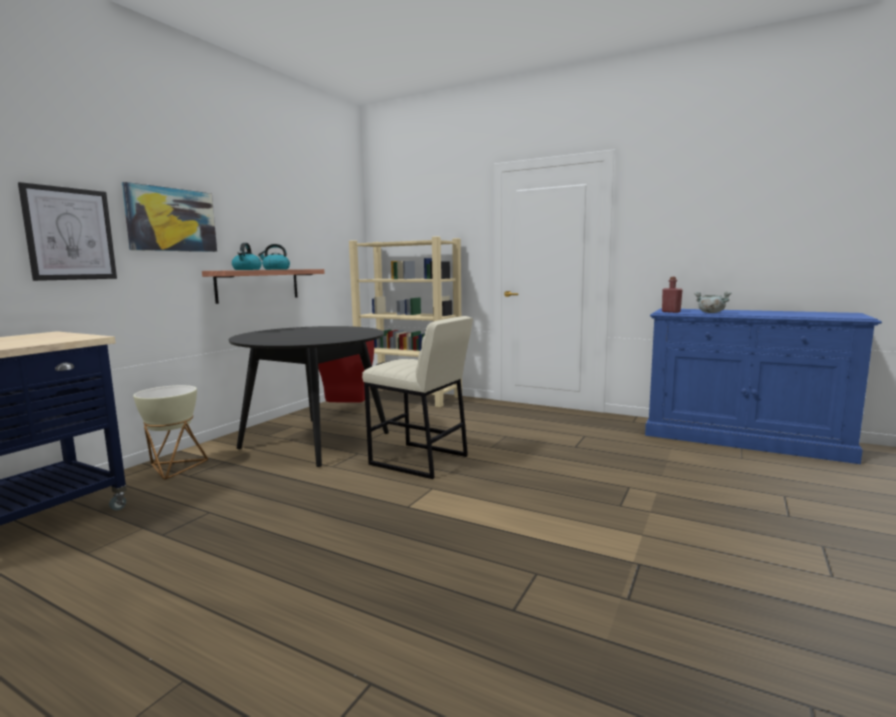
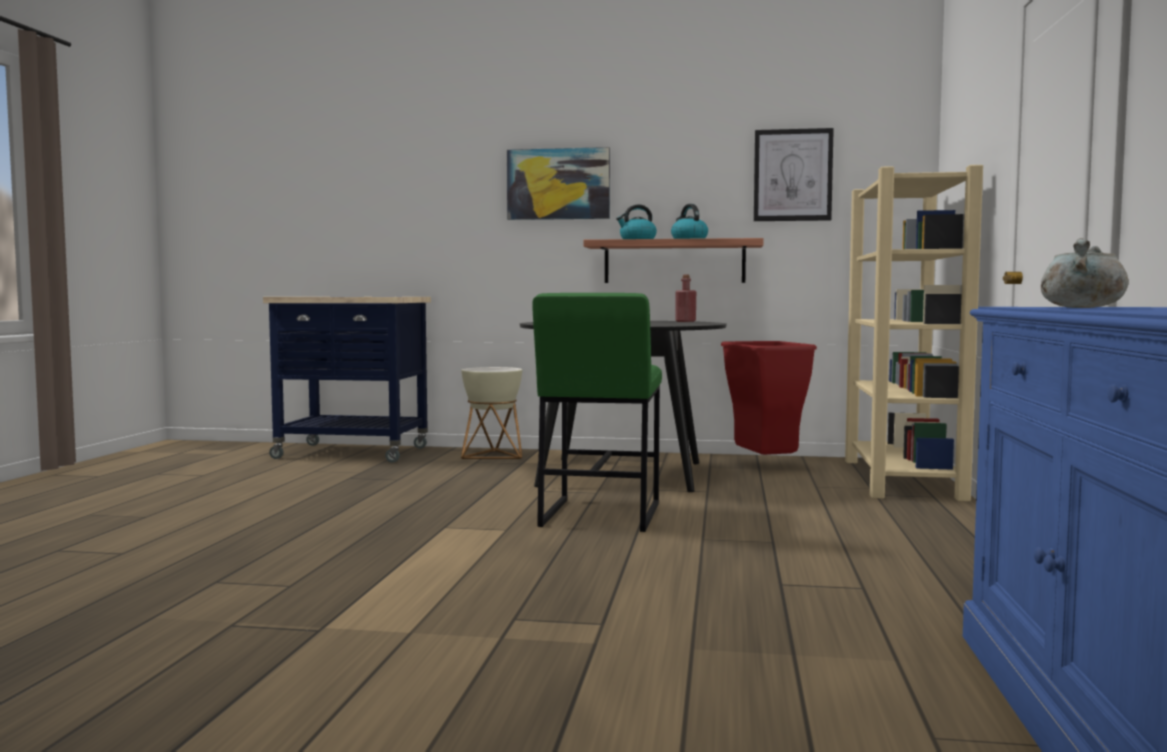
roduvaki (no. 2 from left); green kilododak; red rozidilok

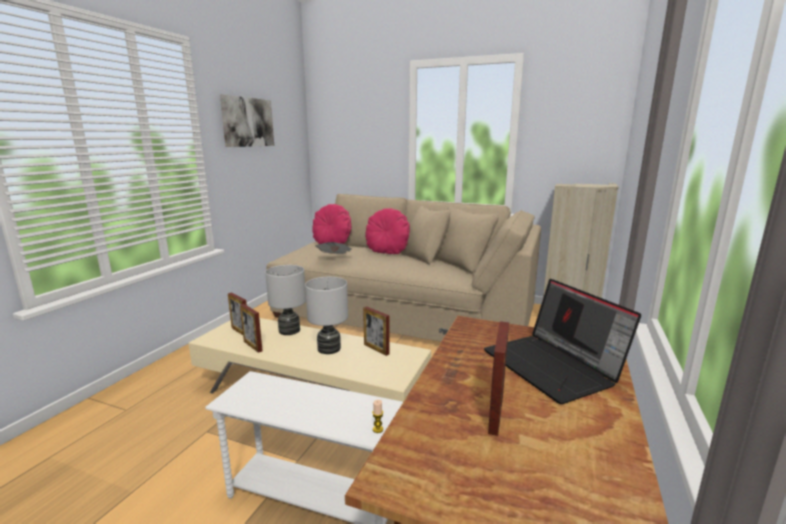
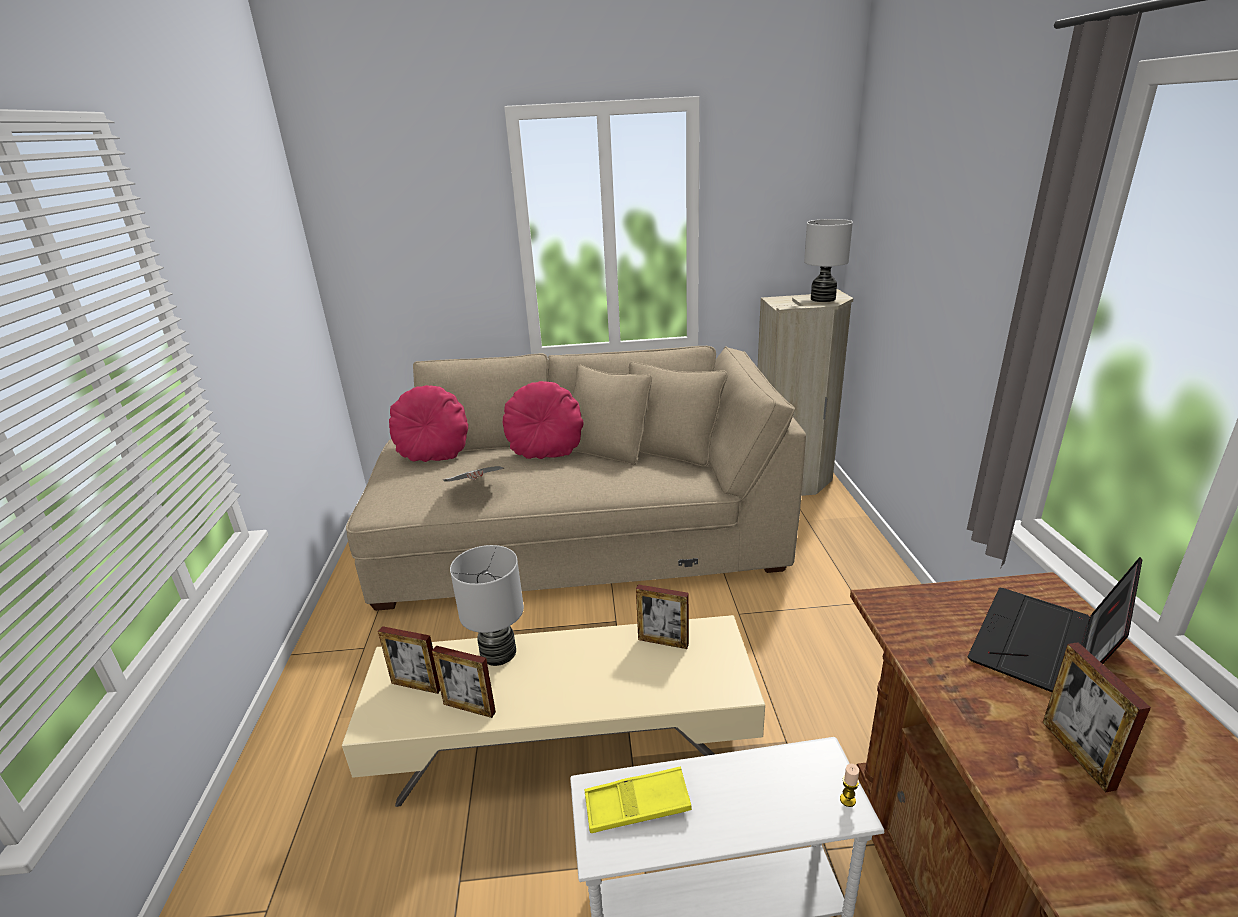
roduvaki; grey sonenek (no. 2 from left); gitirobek; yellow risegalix

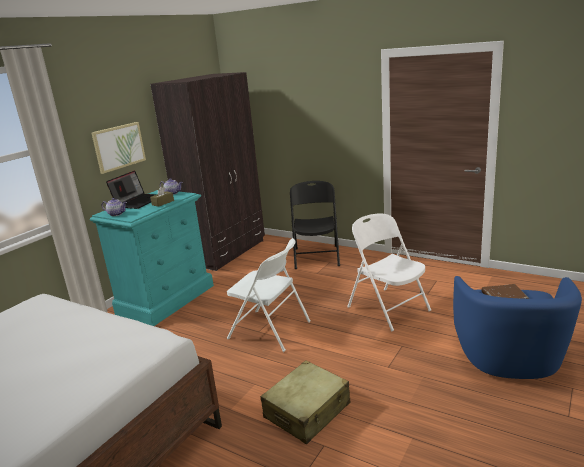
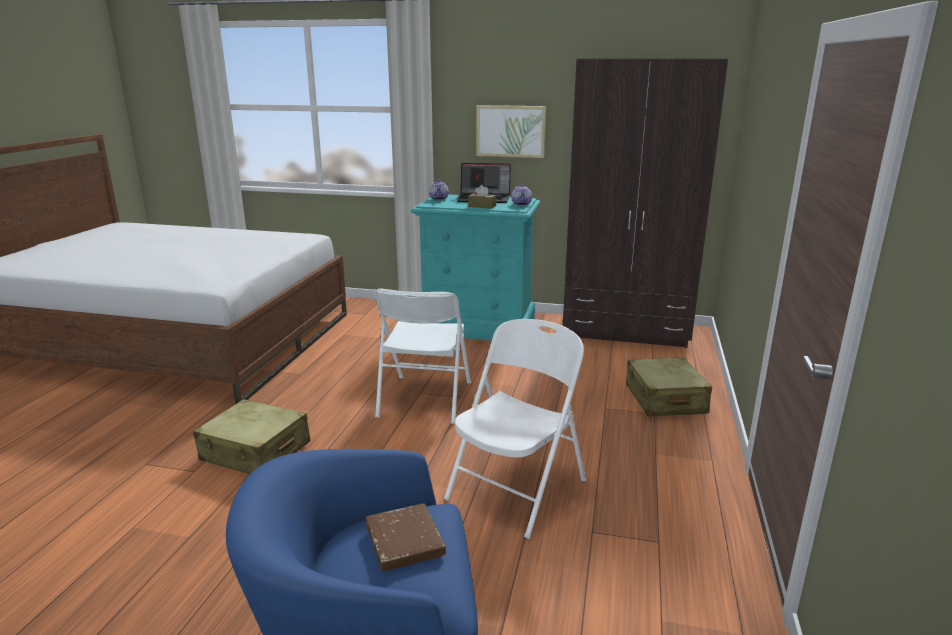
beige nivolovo (no. 2 from left)

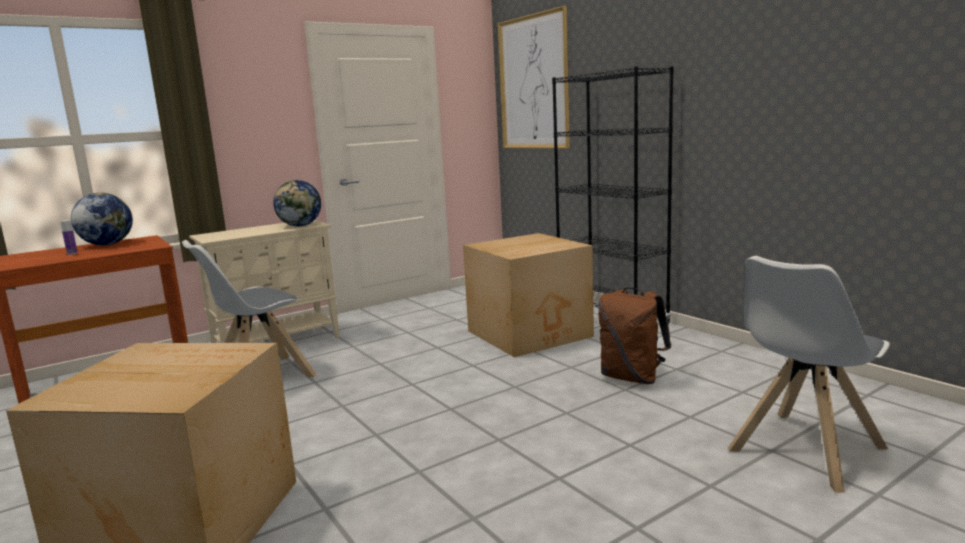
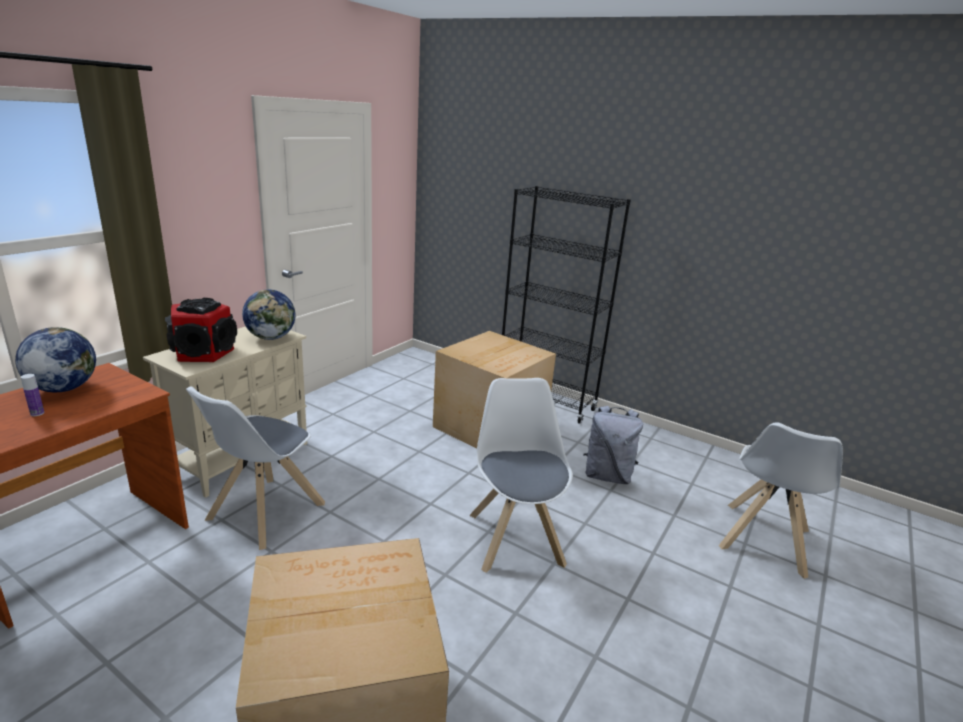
roduvaki; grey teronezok; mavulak; kilododak (no. 2 from left)

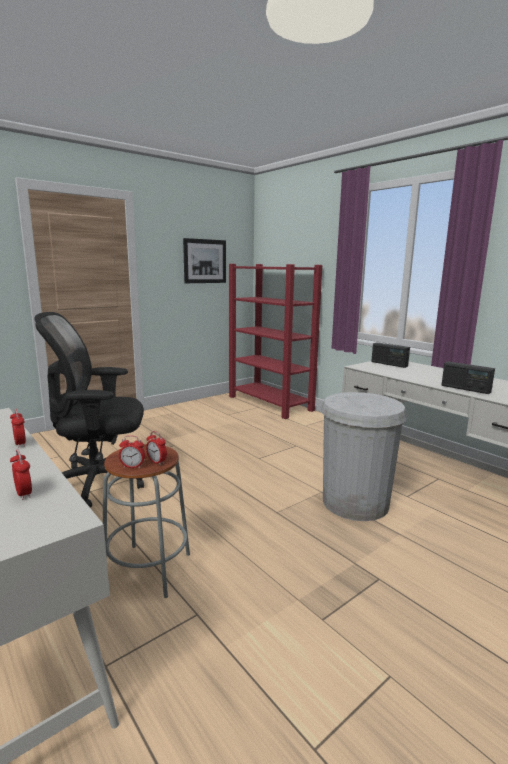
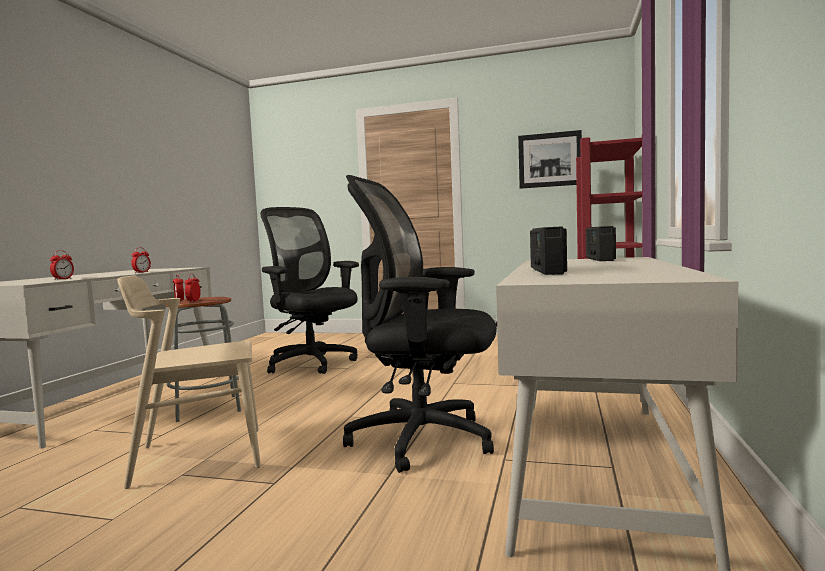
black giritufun (no. 2 from left); beige kilododak

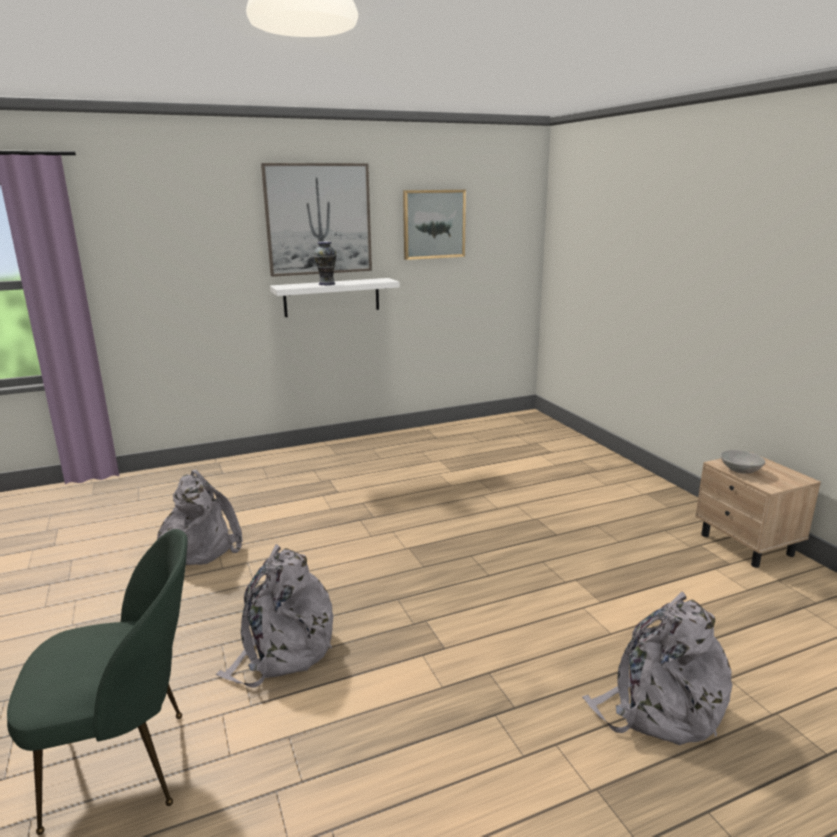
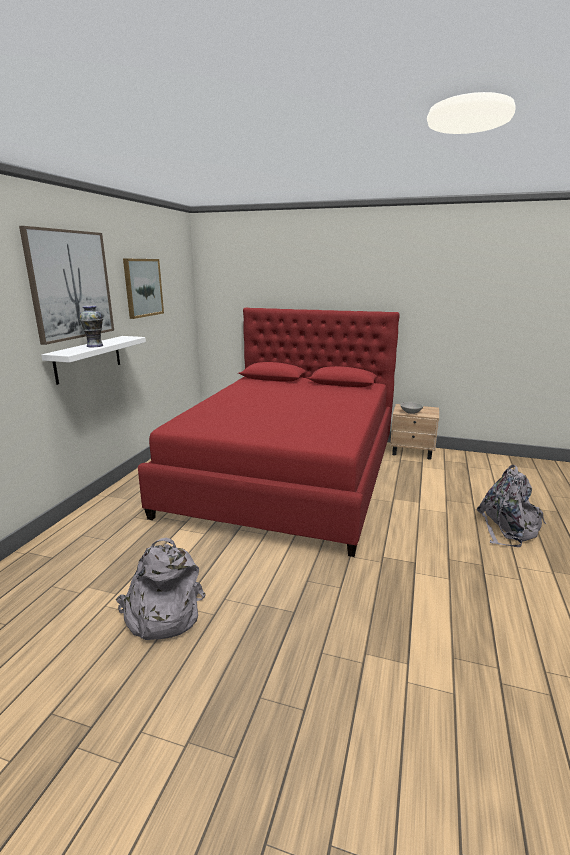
green kilododak; grey teronezok (no. 2 from left in the first image); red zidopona

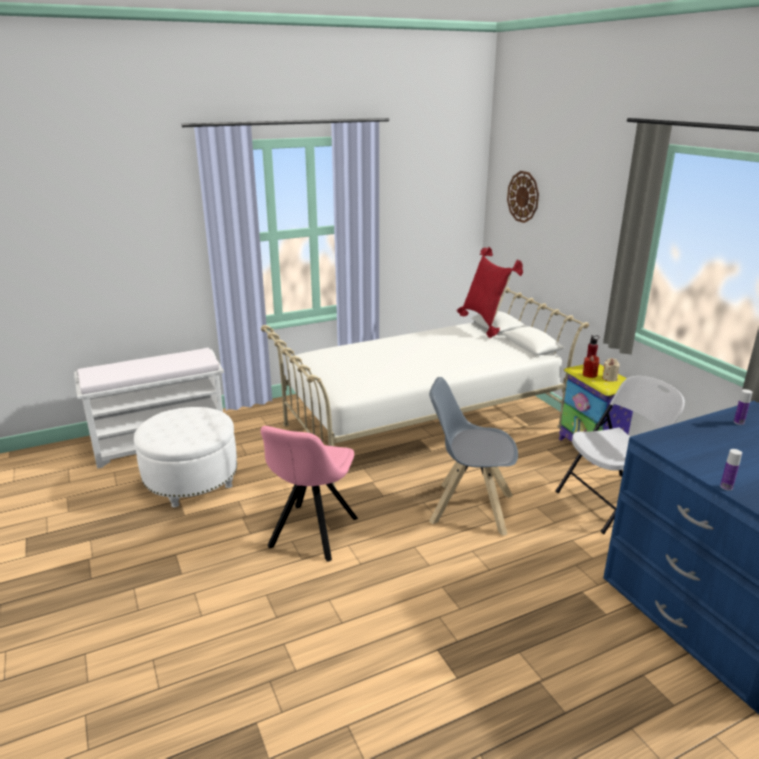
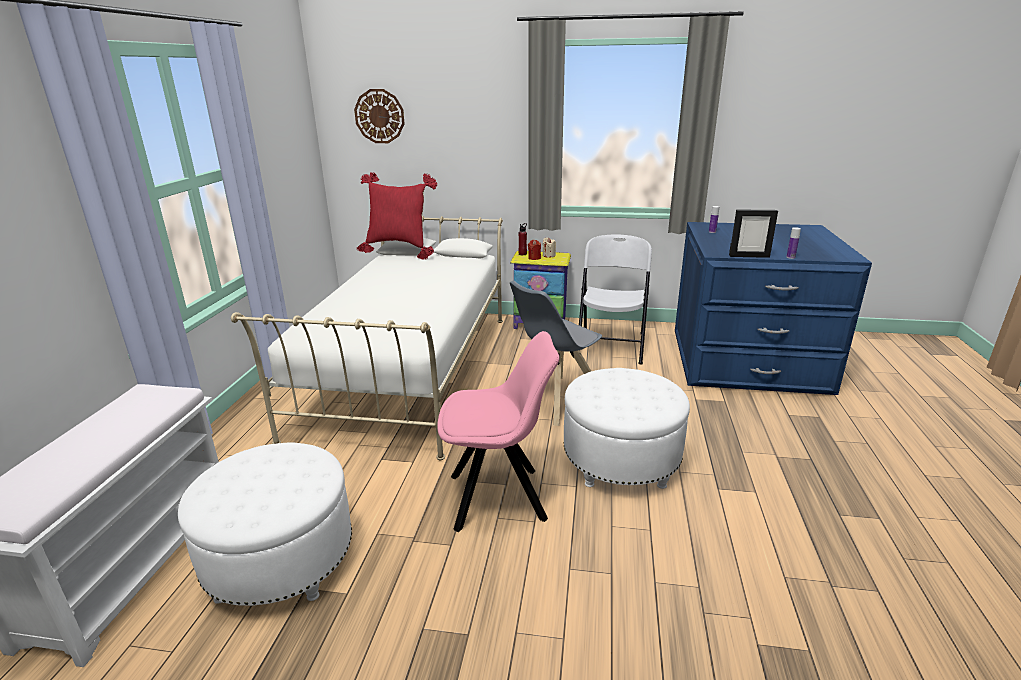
pink kilododak; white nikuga (no. 2 from left); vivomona

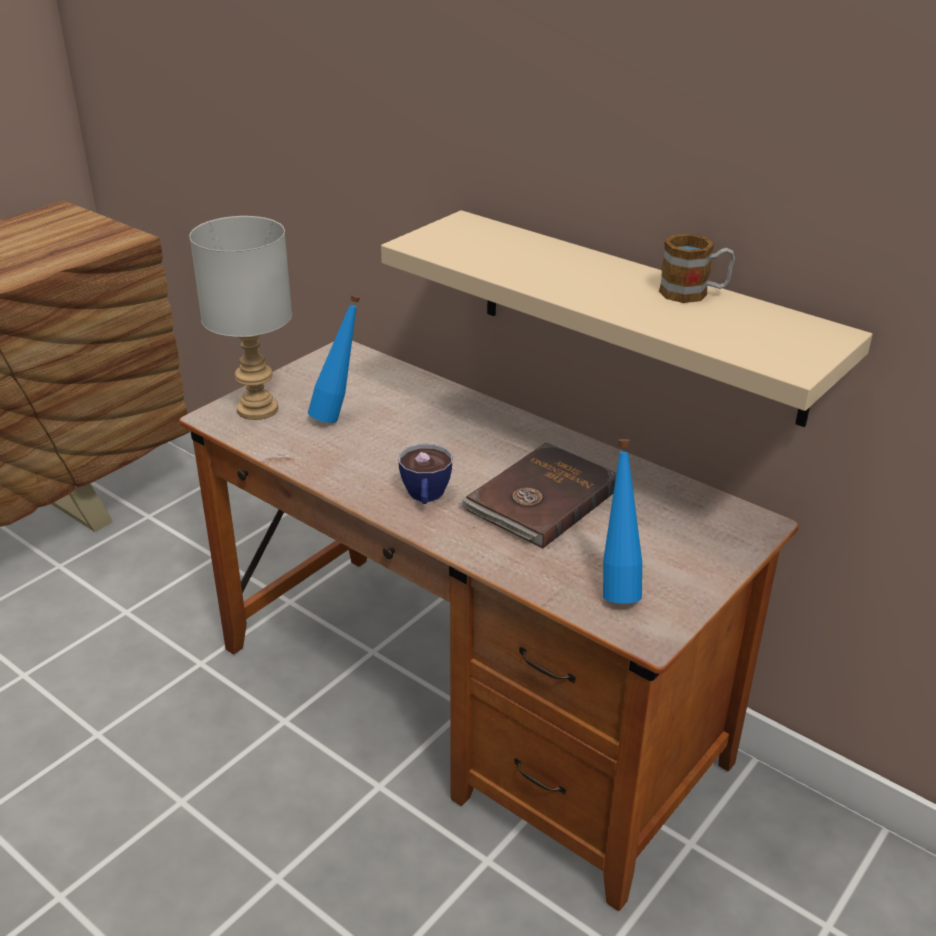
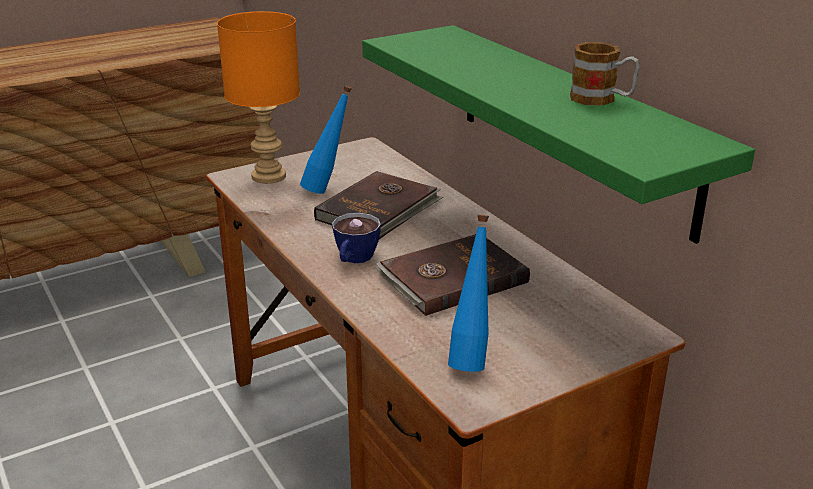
orange sonenek; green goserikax; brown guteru (no. 1 from left)

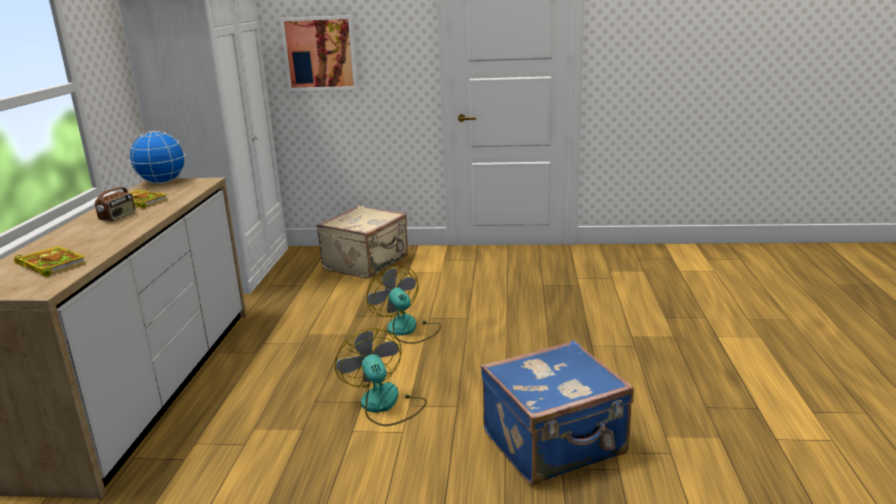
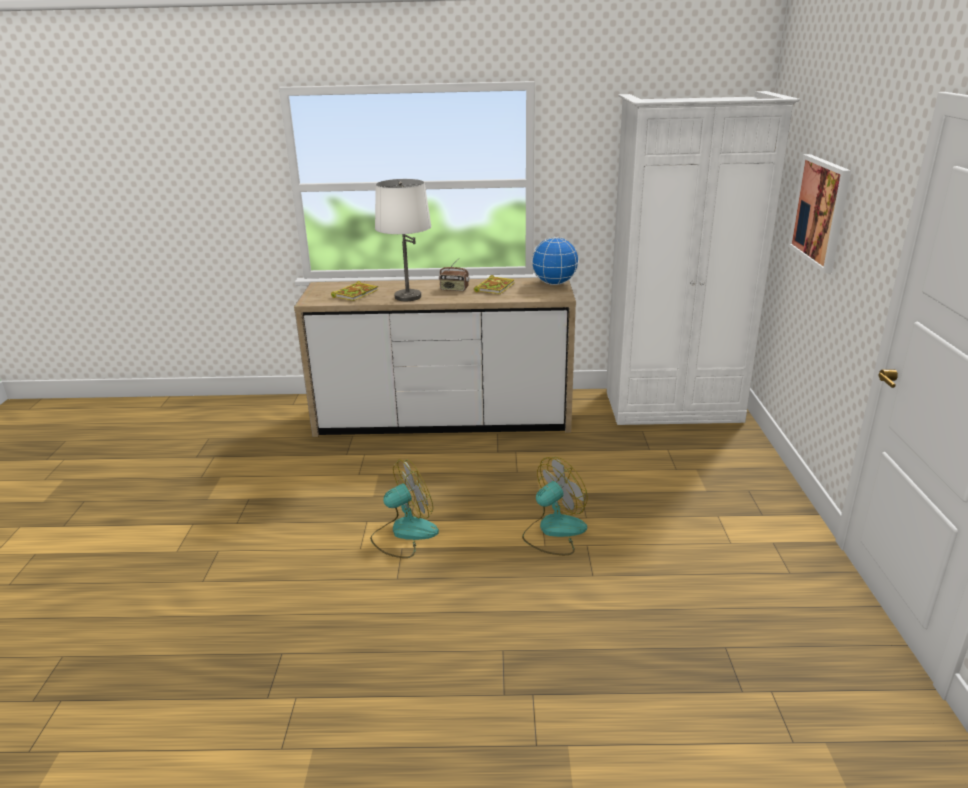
beige nivolovo; blue nivolovo; white sonenek

